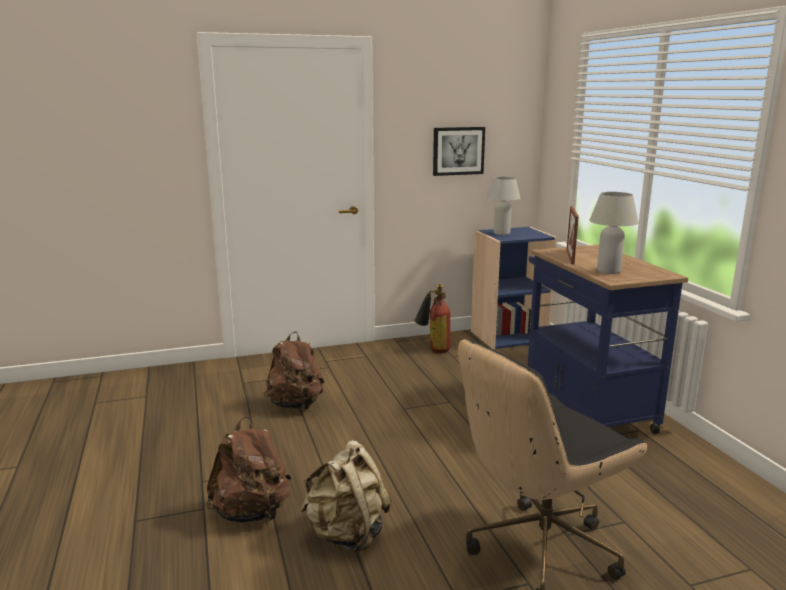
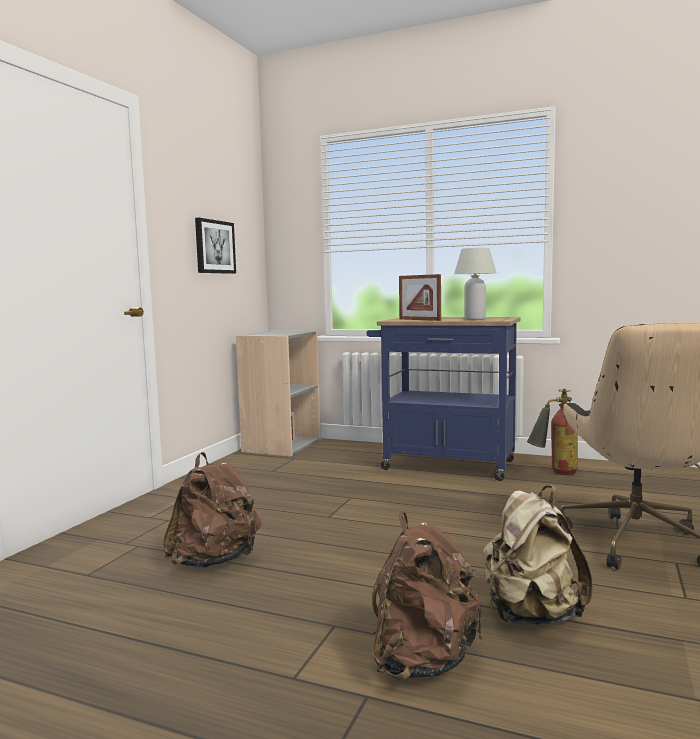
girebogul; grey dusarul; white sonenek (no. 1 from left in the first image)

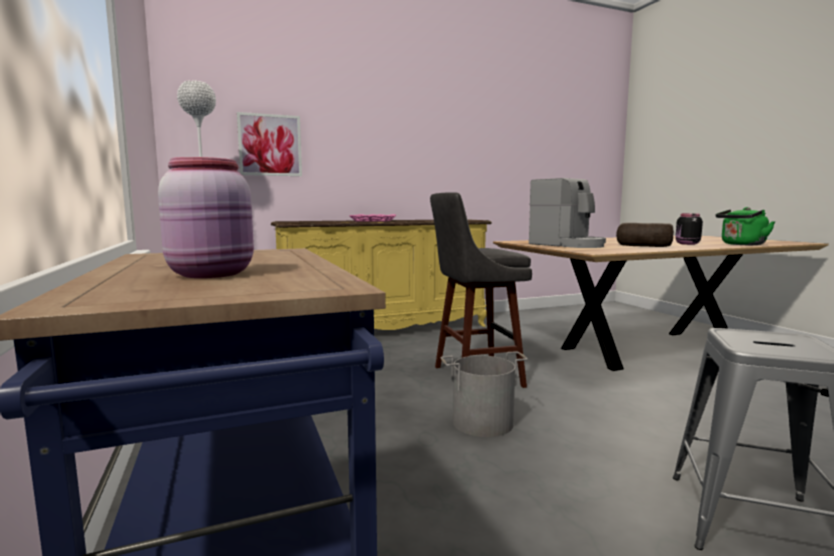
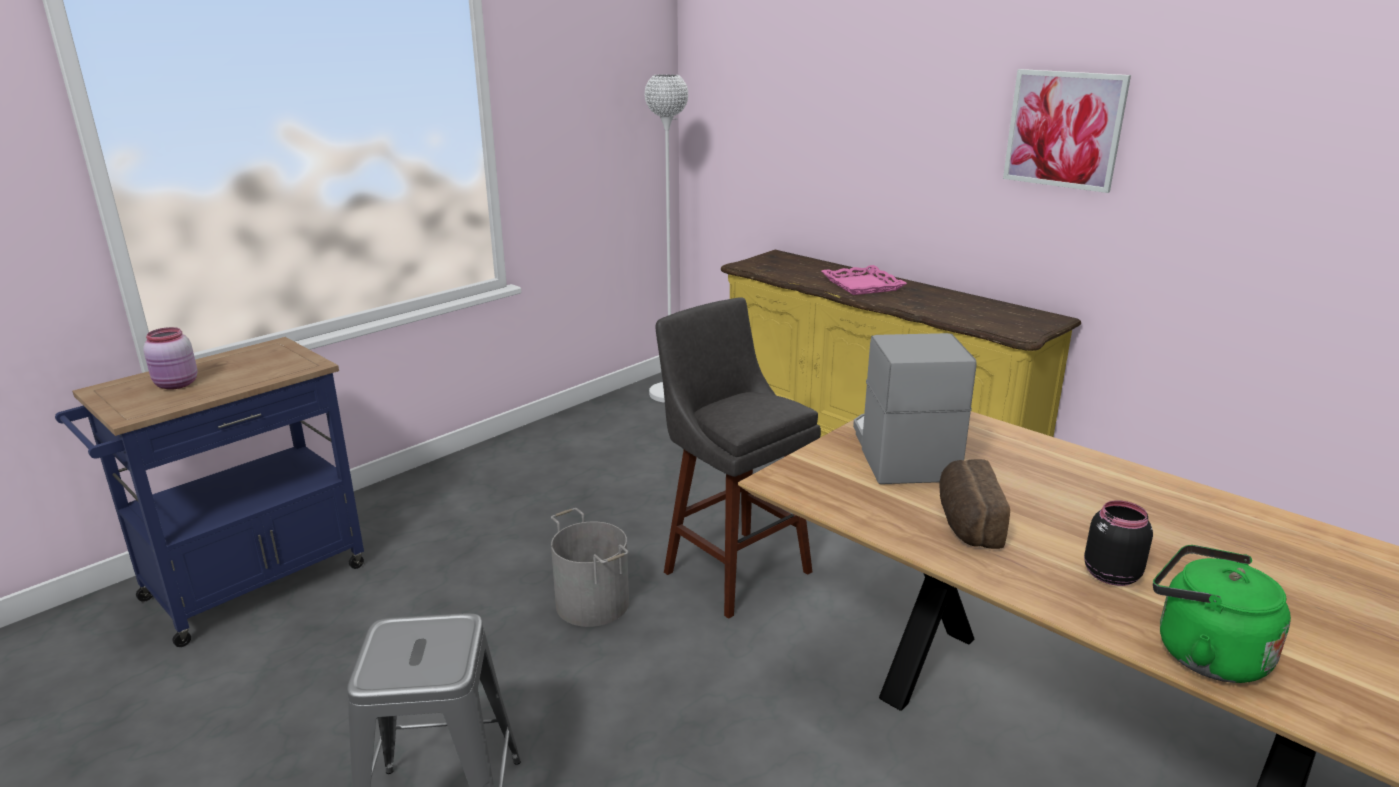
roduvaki; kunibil

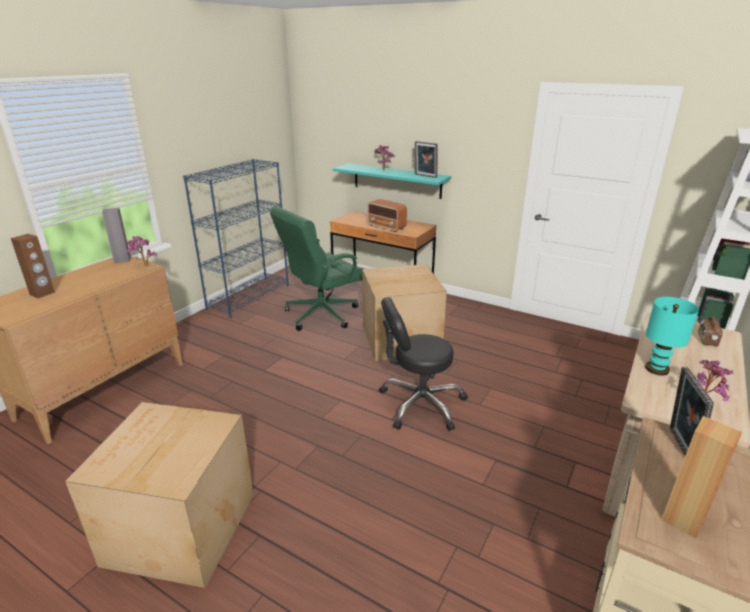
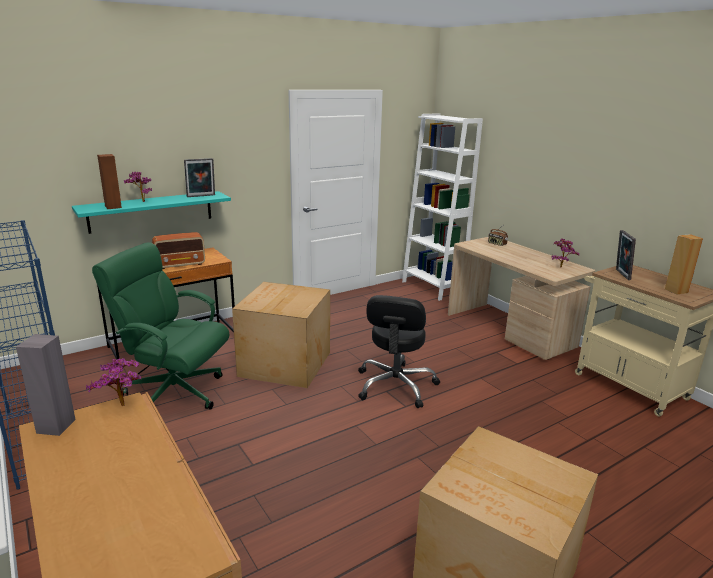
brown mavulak (no. 1 from left); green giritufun; turquoise sonenek; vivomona (no. 2 from left)

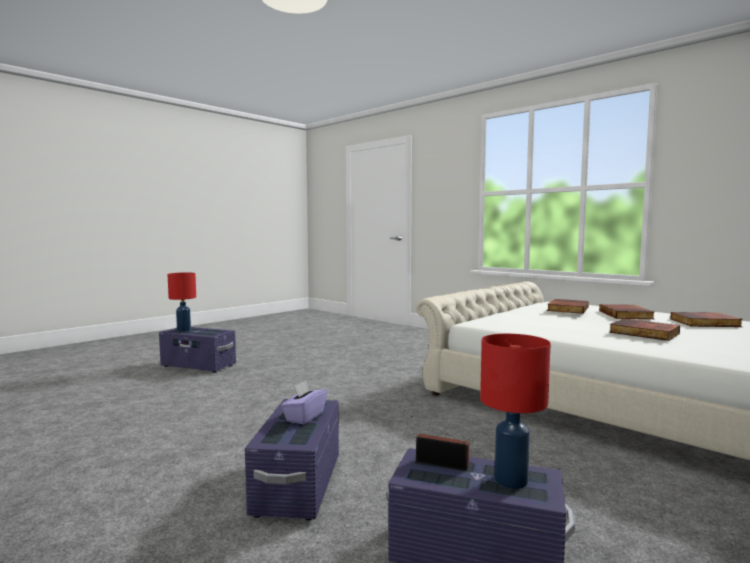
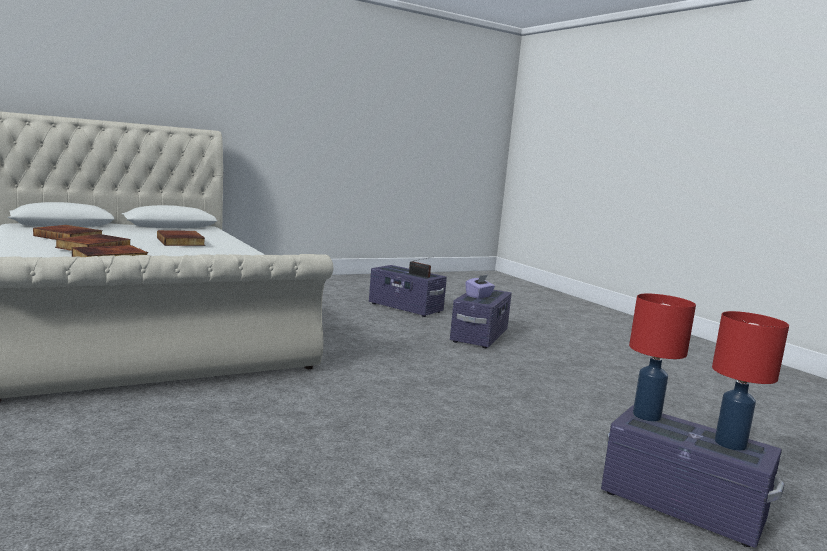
red sonenek (no. 1 from left)

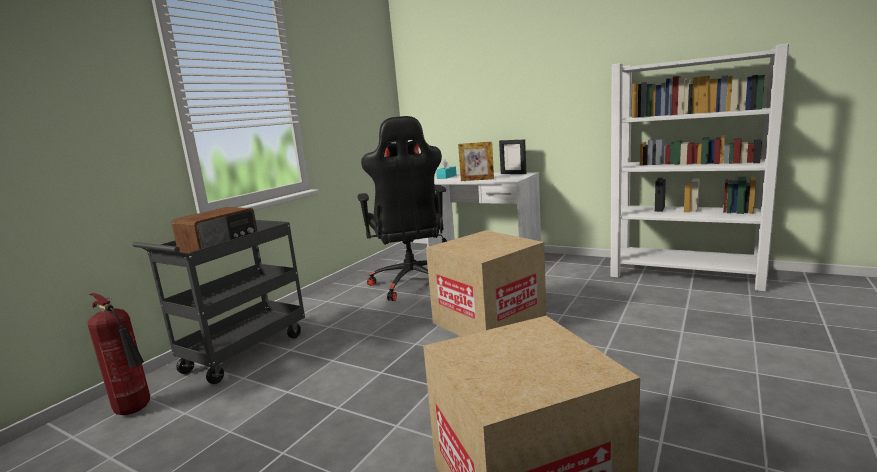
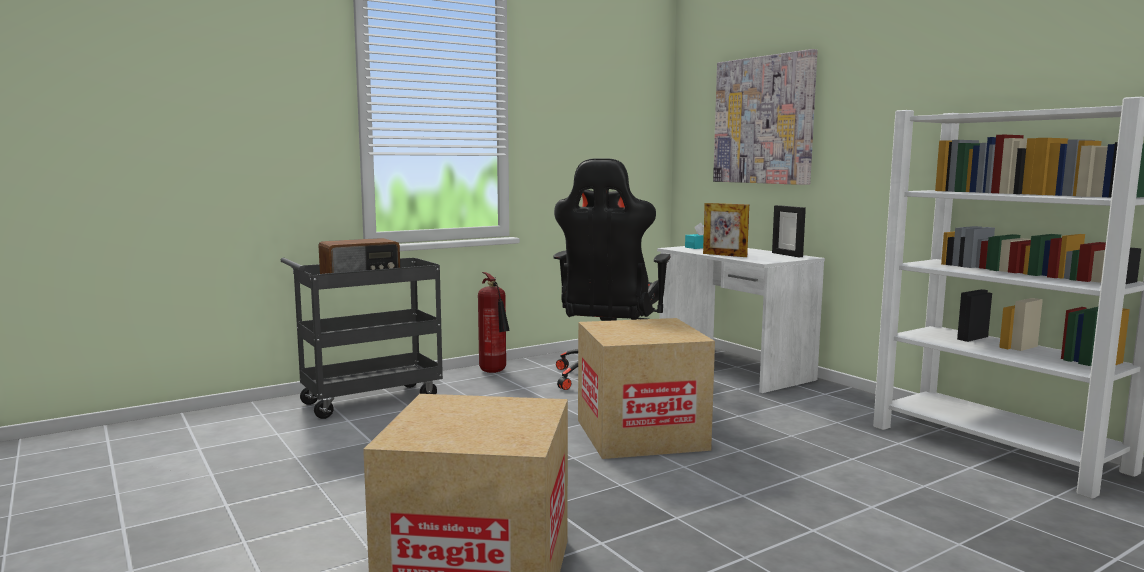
girebogul; roduvaki

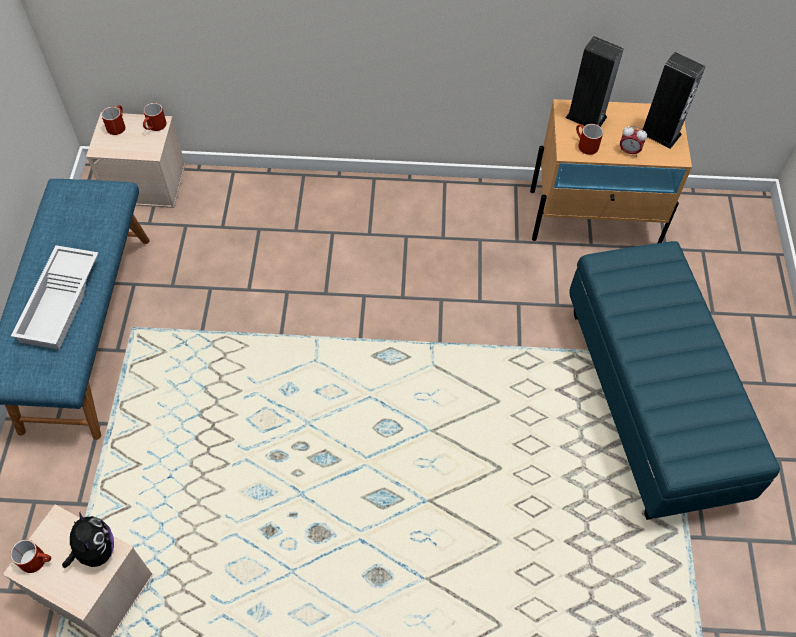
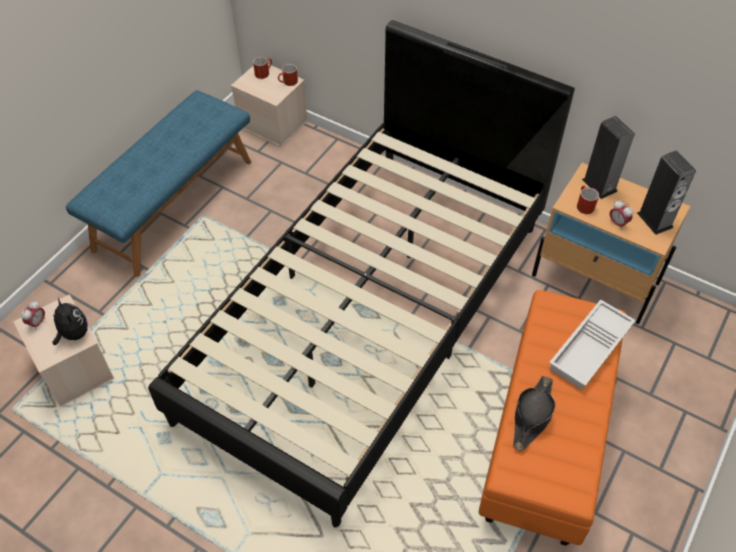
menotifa (no. 1 from left); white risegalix; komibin; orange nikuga; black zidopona; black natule

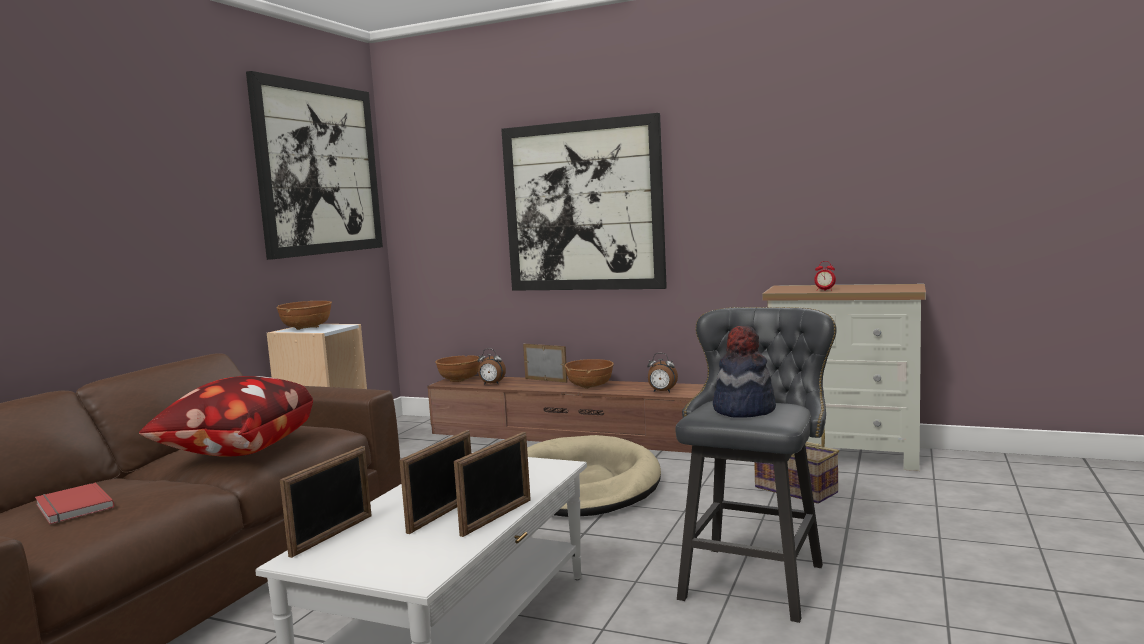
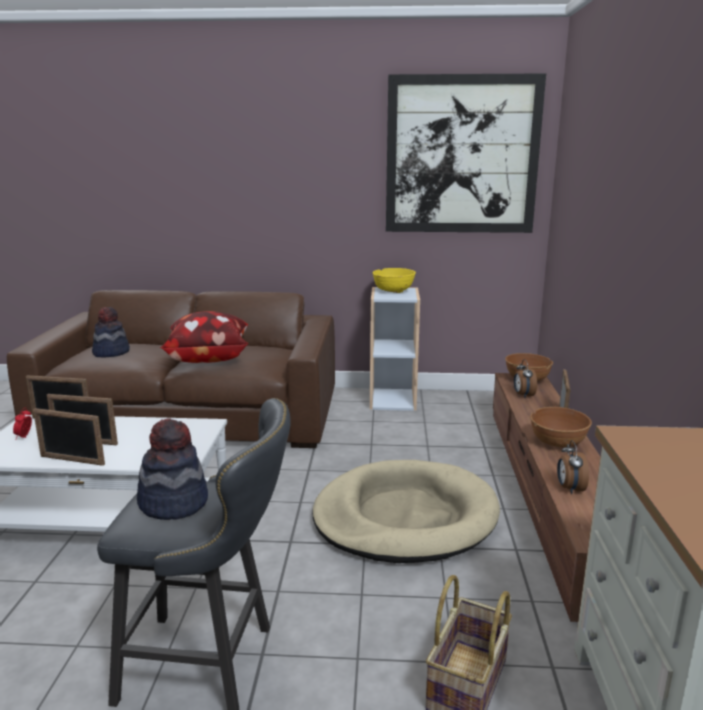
natule (no. 1 from left); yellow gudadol; roduvaki (no. 2 from left in the first image); menotifa (no. 1 from left)

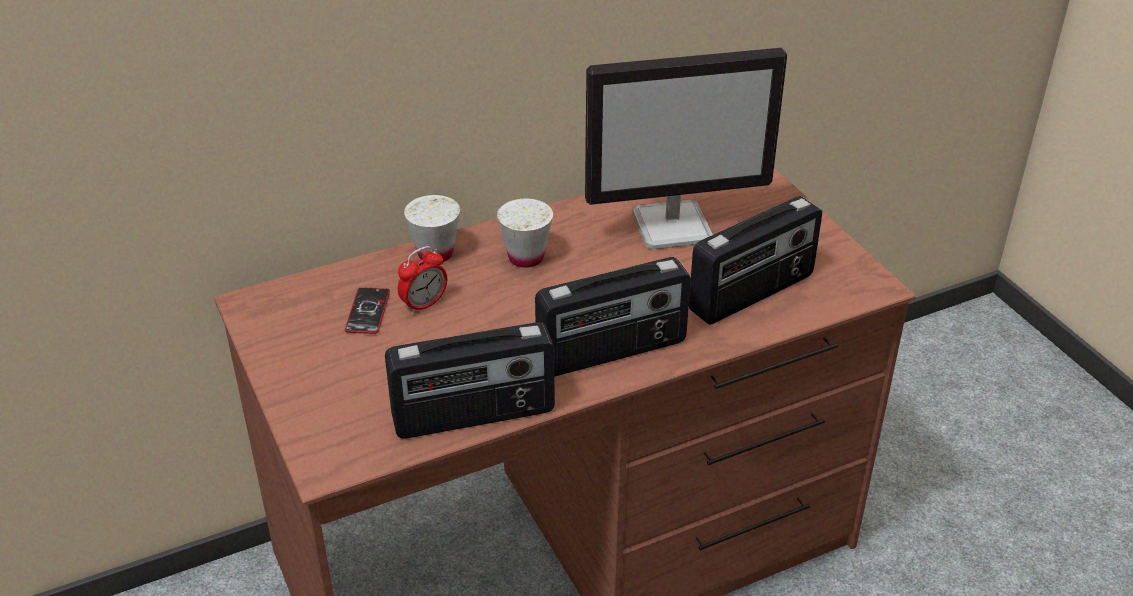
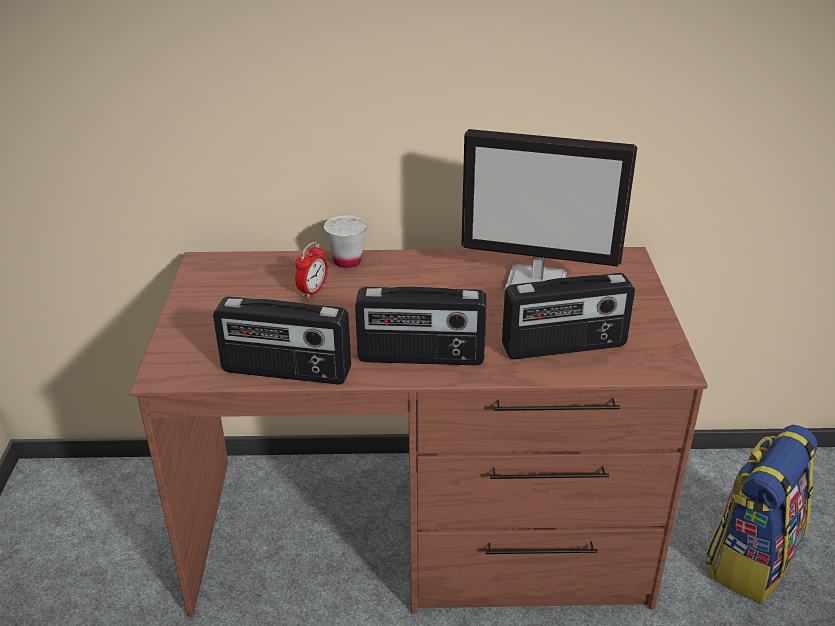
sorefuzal; menotifa; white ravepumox (no. 2 from left in the first image); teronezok

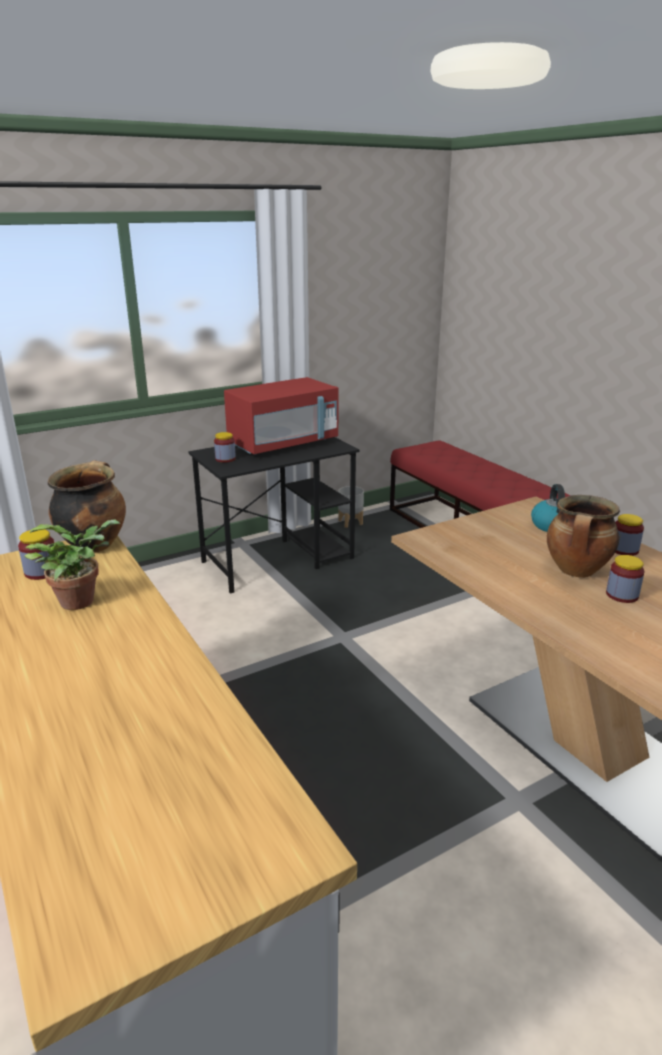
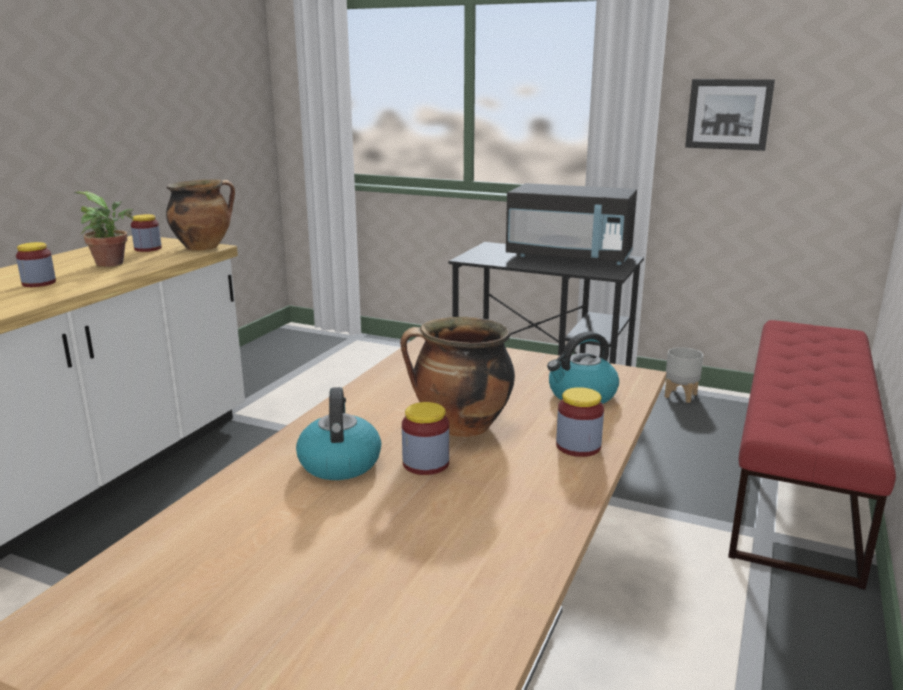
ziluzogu (no. 1 from left); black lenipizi; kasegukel (no. 1 from left); roduvaki

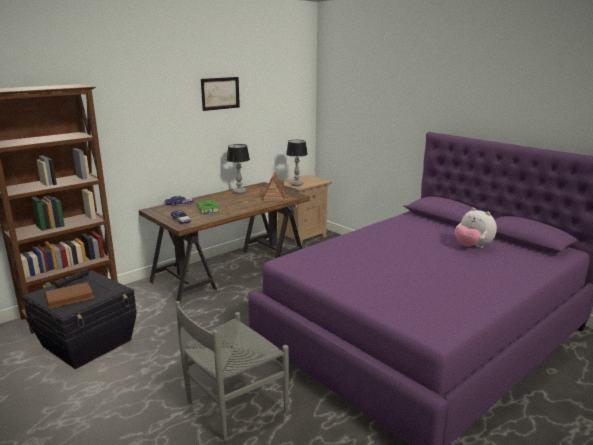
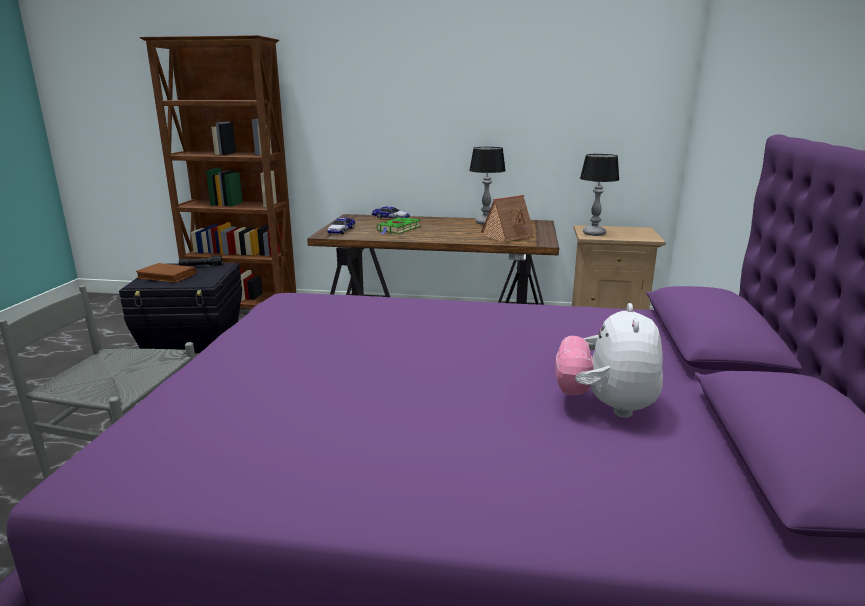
roduvaki

